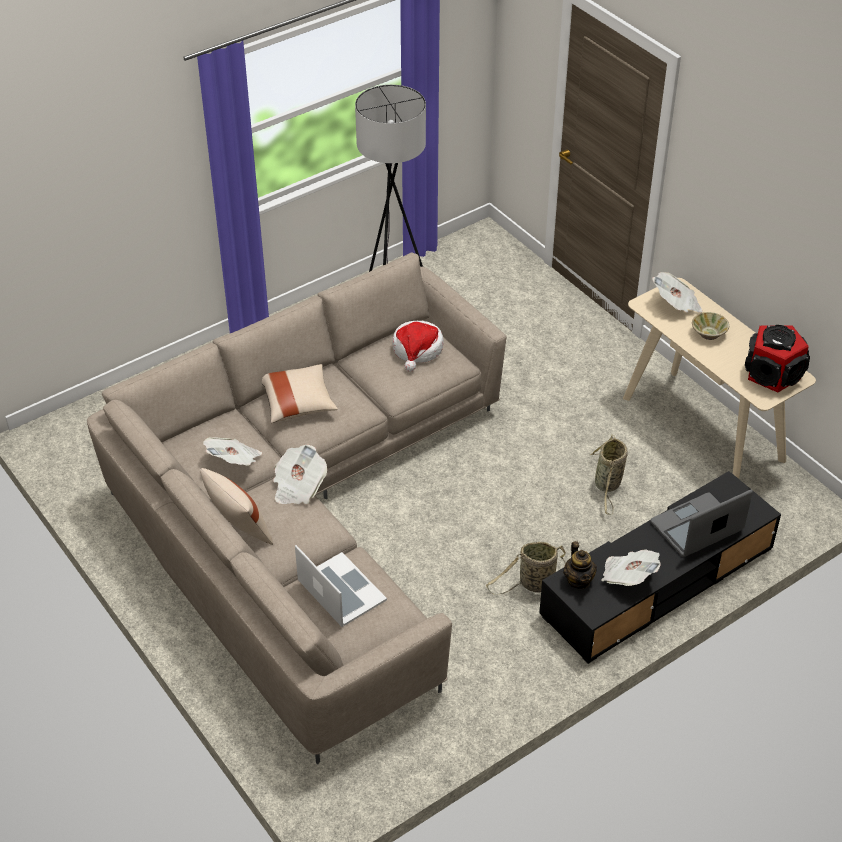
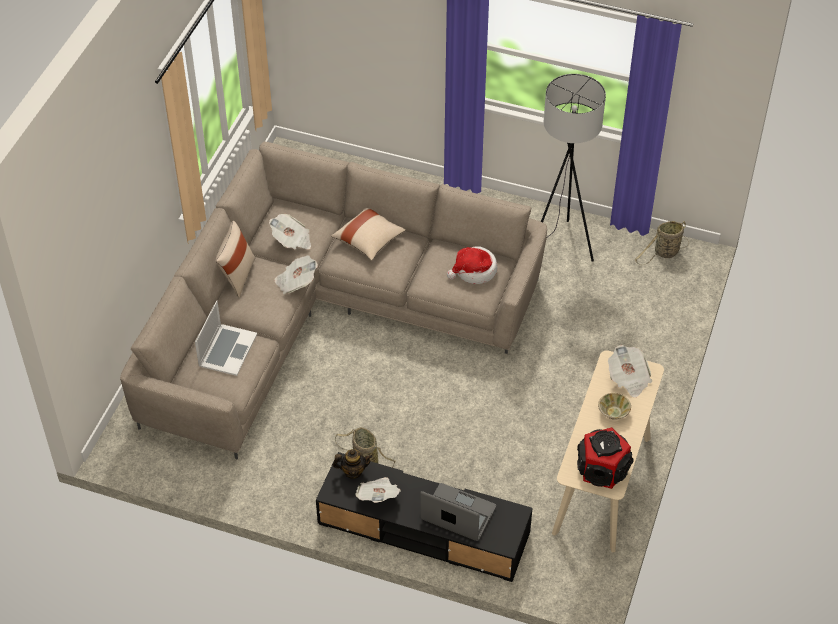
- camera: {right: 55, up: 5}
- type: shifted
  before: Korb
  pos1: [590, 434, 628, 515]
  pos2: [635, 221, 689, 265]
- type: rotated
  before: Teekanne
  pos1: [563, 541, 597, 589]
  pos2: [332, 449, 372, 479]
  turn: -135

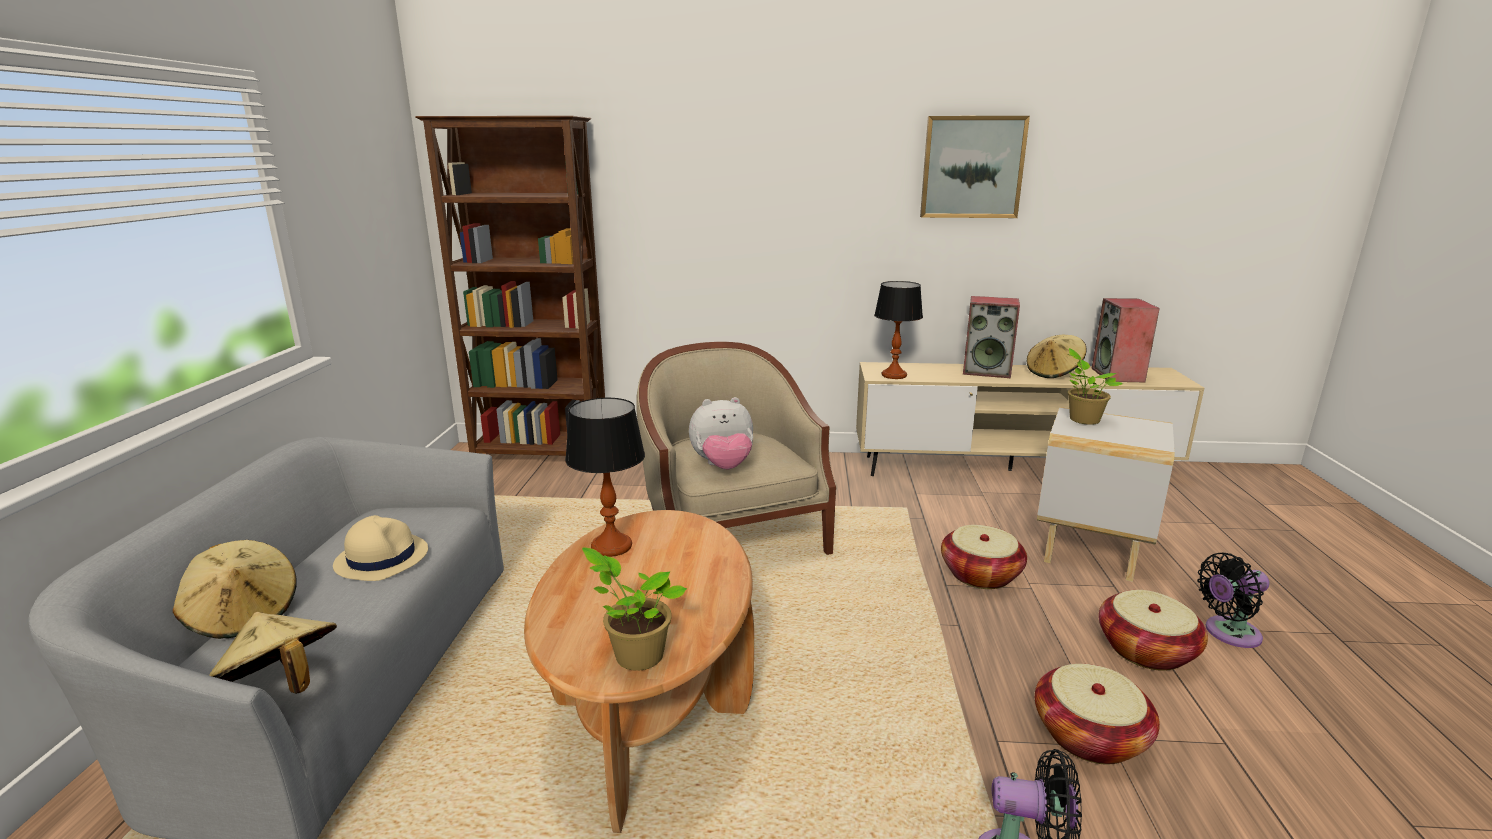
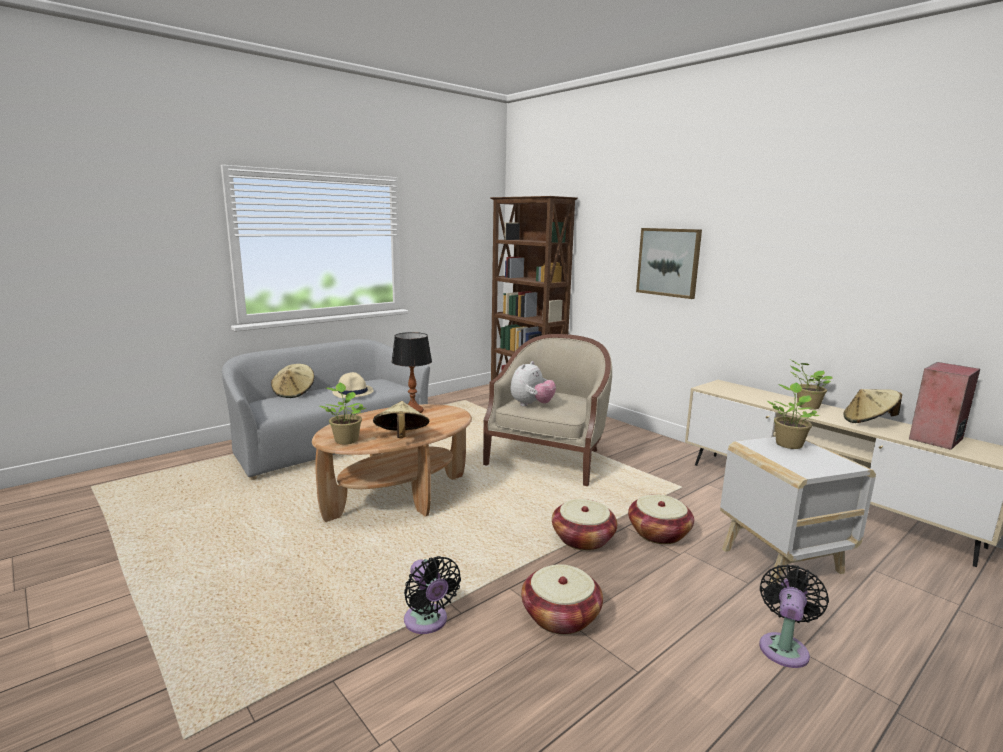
- camera: {right: 45, up: -5}
- type: gone
  before: Tischlampe
  pos1: [874, 281, 923, 379]
- type: shifted
  before: Hut (beige)
  pos1: [209, 612, 337, 694]
  pos2: [373, 401, 430, 439]
- type: shifted
  before: Bild
  pos1: [920, 116, 1030, 218]
  pos2: [636, 228, 702, 299]
- type: shifted
  before: Korb
  pos1: [1098, 590, 1208, 671]
  pos2: [552, 499, 617, 551]
- type: swapped
  before: Lautsprecher
  after: Topfpflanze
  pos1: [963, 296, 1020, 378]
  pos2: [789, 359, 832, 410]
- type: rotated
  before: Plüschtier
  pos1: [689, 397, 753, 469]
  pos2: [510, 361, 556, 406]
  turn: -90
- type: rotated
  before: Ventilator (schwarz)
  pos1: [1197, 553, 1269, 648]
  pos2: [759, 564, 829, 668]
  turn: 90

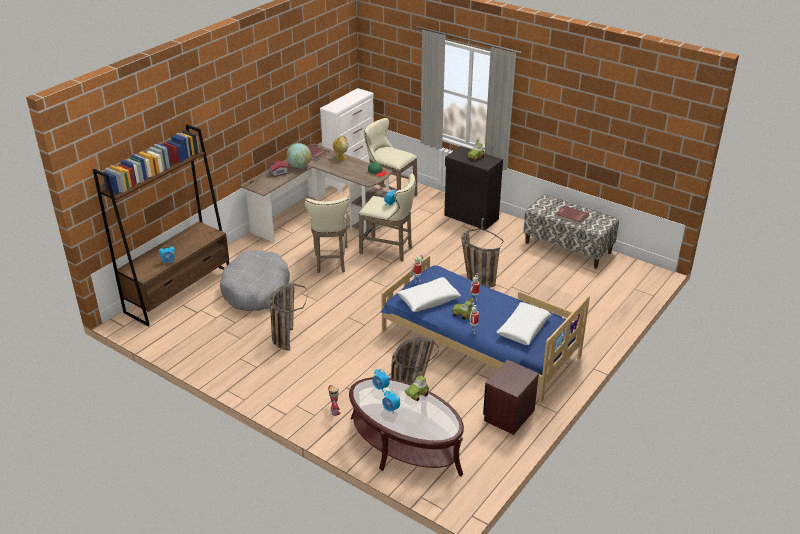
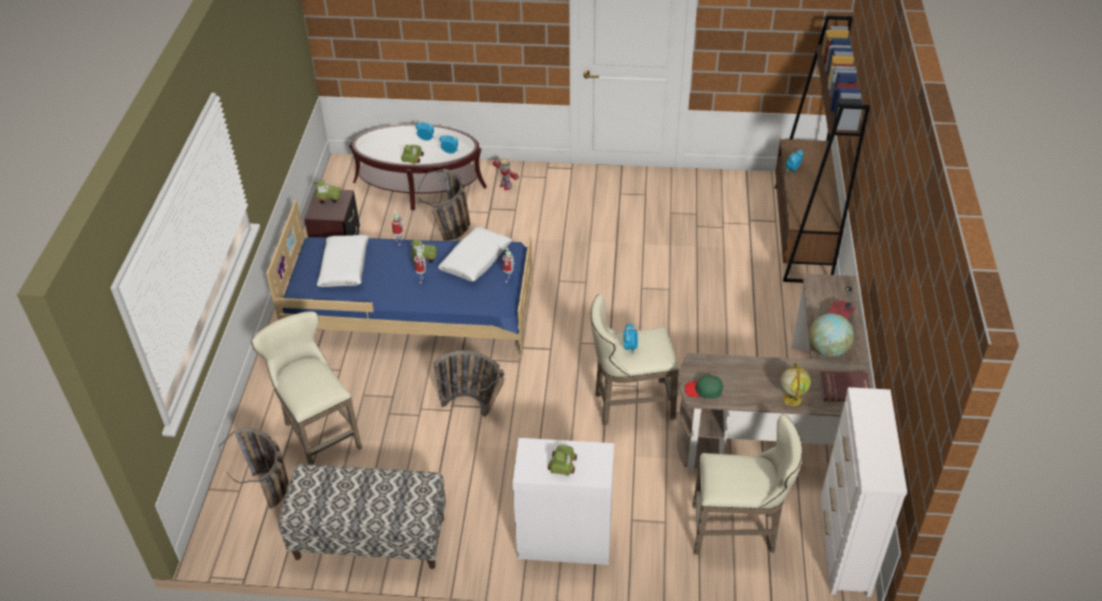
- camera: {right: 150, up: 10}
- type: gone
  before: Hundebett (grau)
  pos1: [220, 250, 290, 311]
- type: gone
  before: Buch (rot)
  pos1: [555, 206, 589, 225]
- type: new
  after: Spielzeugauto
  pos2: [314, 180, 341, 204]
- type: shifted
  before: Korb
  pos1: [270, 283, 308, 351]
  pos2: [219, 428, 289, 509]
- type: shifted
  before: Hocker (beige)
  pos1: [304, 197, 349, 273]
  pos2: [251, 311, 362, 465]
- type: repainted
  before: Schrank (schwarz)
  after: Schrank (weiß)
  pos1: [444, 146, 503, 230]
  pos2: [513, 438, 614, 565]

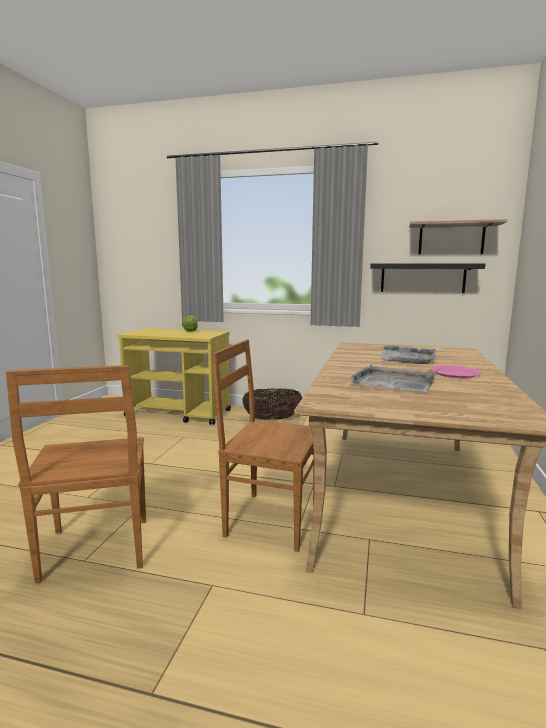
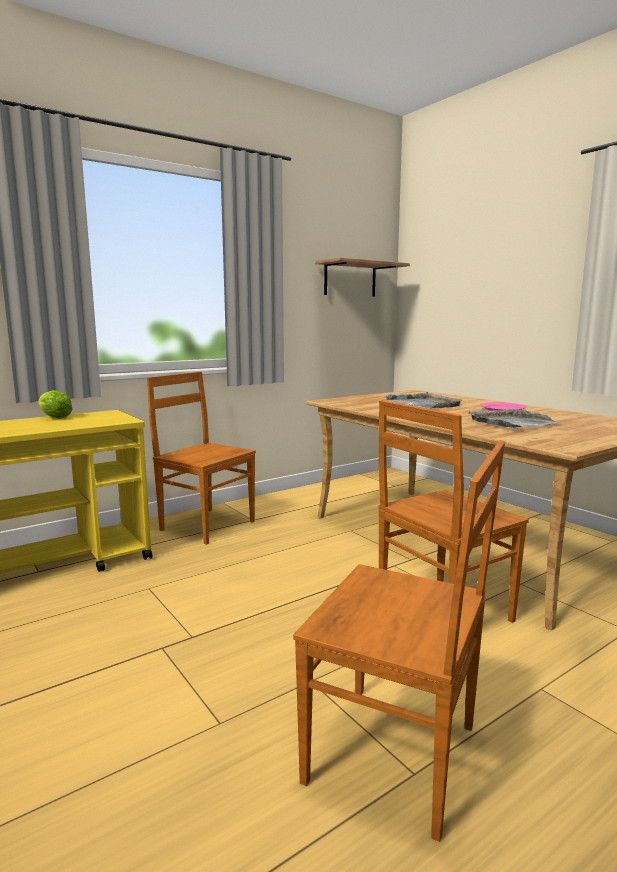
- camera: {right: -50, up: 0}
- type: gone
  before: Wandregal (schwarz)
  pos1: [370, 263, 485, 293]
- type: swapped
  before: Korb
  after: Stuhl (braun)
  pos1: [242, 389, 302, 420]
  pos2: [147, 372, 256, 545]

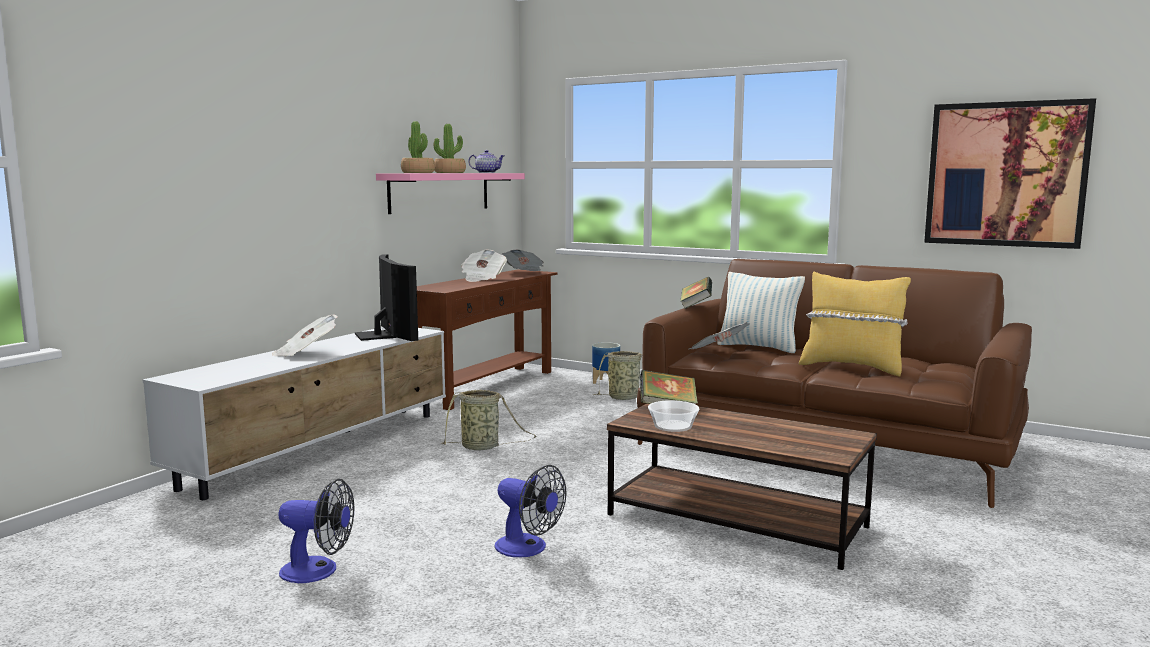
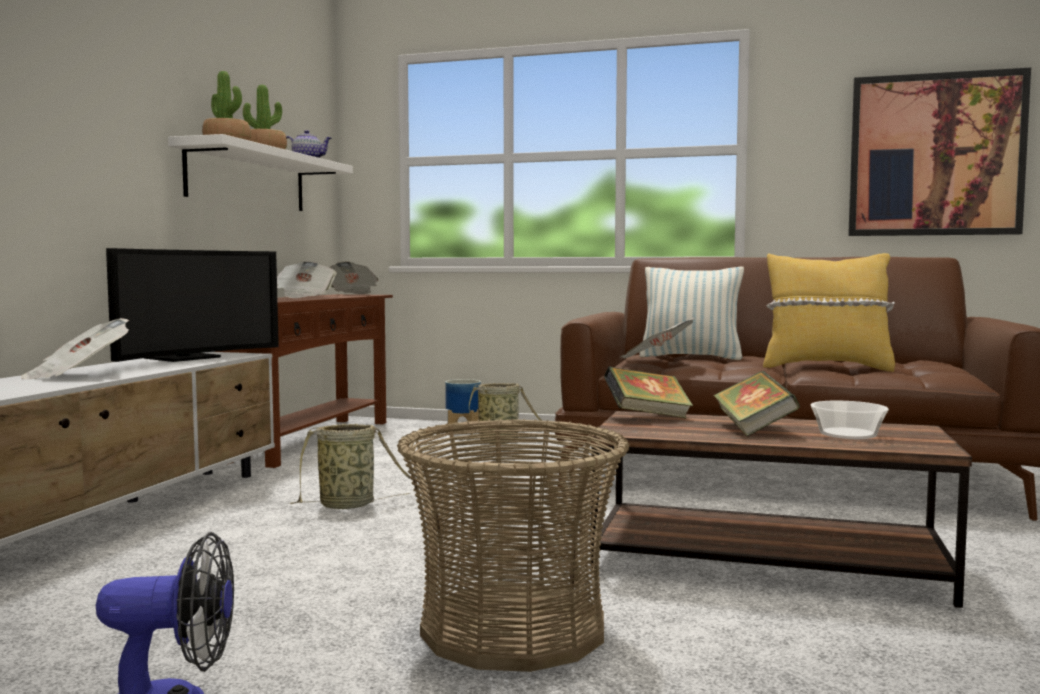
- camera: {right: -15, up: -5}
- type: shifted
  before: Schüssel
  pos1: [648, 400, 699, 432]
  pos2: [811, 401, 889, 439]
- type: shifted
  before: Buch
  pos1: [680, 277, 712, 309]
  pos2: [714, 371, 800, 436]
- type: swapped
  before: Ventilator
  after: Korb
  pos1: [494, 465, 566, 557]
  pos2: [397, 419, 630, 672]
- type: repainted
  before: Wandregal (rosa)
  after: Wandregal (weiß)
  pos1: [376, 173, 525, 214]
  pos2: [168, 134, 353, 211]
- type: rotated
  before: Fernseher
  pos1: [355, 254, 418, 341]
  pos2: [106, 248, 279, 362]
  turn: 75

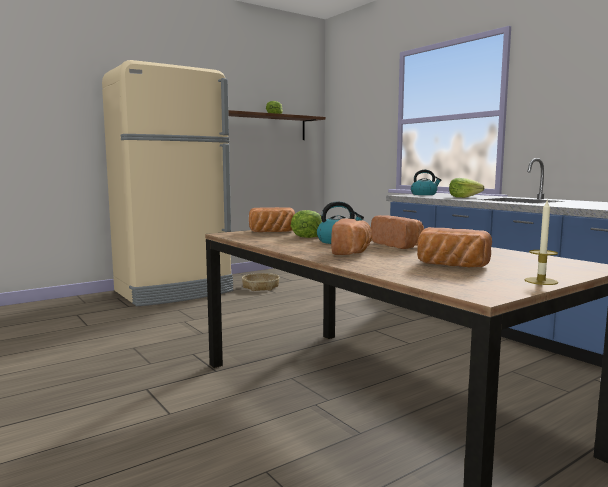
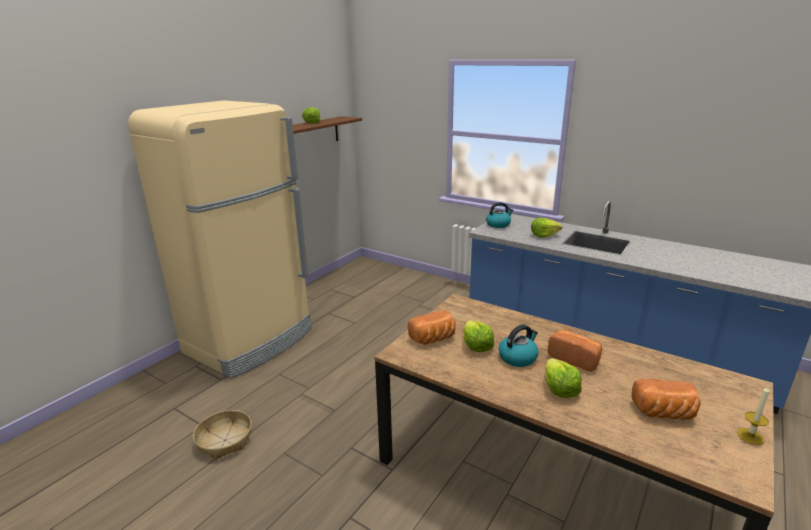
- camera: {right: -20, up: 15}
- type: shifted
  before: Korb
  pos1: [242, 273, 280, 291]
  pos2: [193, 410, 252, 460]
- type: swapped
  before: Brot
  after: Salatkopf
  pos1: [331, 219, 372, 255]
  pos2: [545, 358, 582, 398]

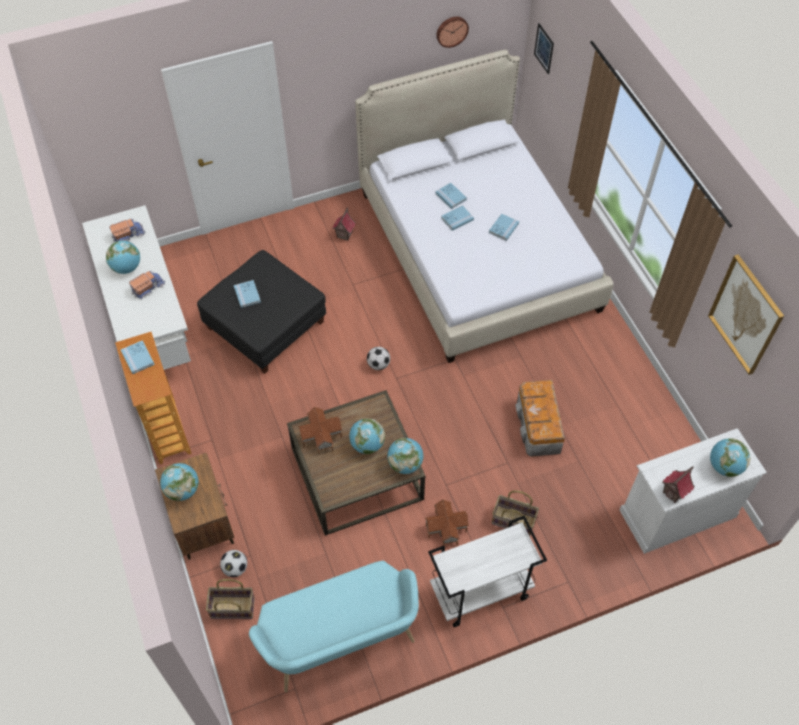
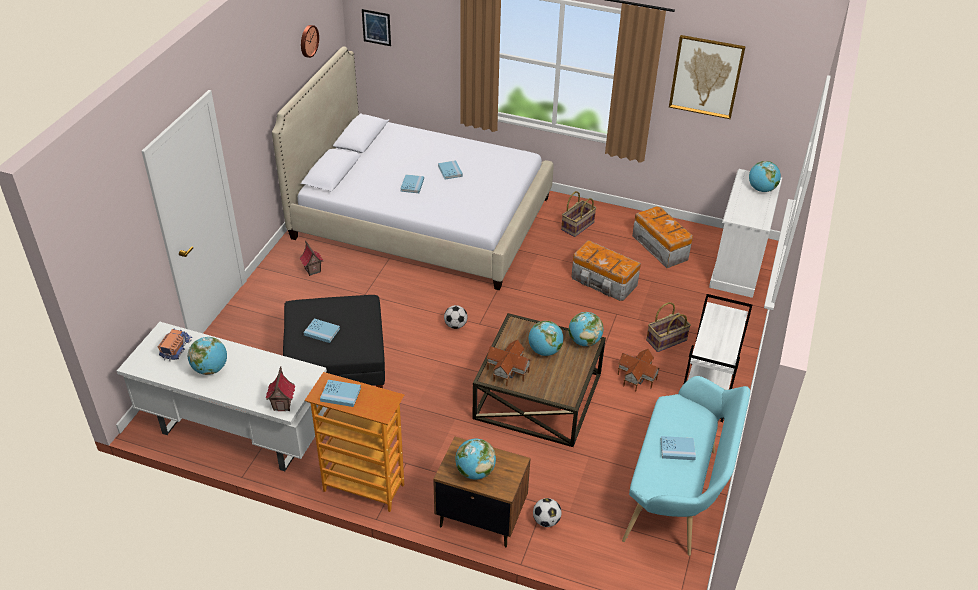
- camera: {right: -50, up: -15}
- type: gone
  before: Spielzeuglaster
  pos1: [129, 271, 165, 299]
- type: new
  after: Aufbewahrungsbox
  pos2: [632, 206, 693, 268]
- type: shifted
  before: Korb
  pos1: [206, 579, 255, 619]
  pos2: [561, 191, 596, 237]
- type: shifted
  before: Buch (blau)
  pos1: [435, 183, 467, 209]
  pos2: [660, 436, 696, 460]
- type: shifted
  before: Spielzeughaus
  pos1: [662, 466, 695, 503]
  pos2: [266, 366, 295, 411]

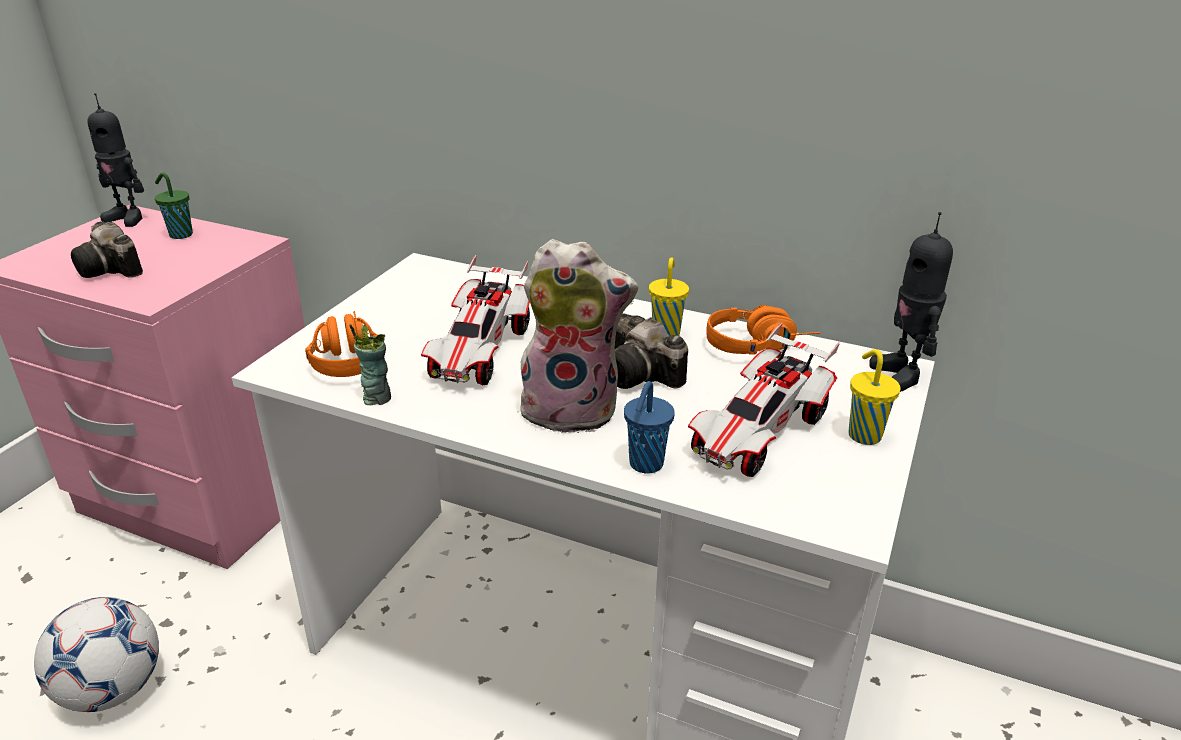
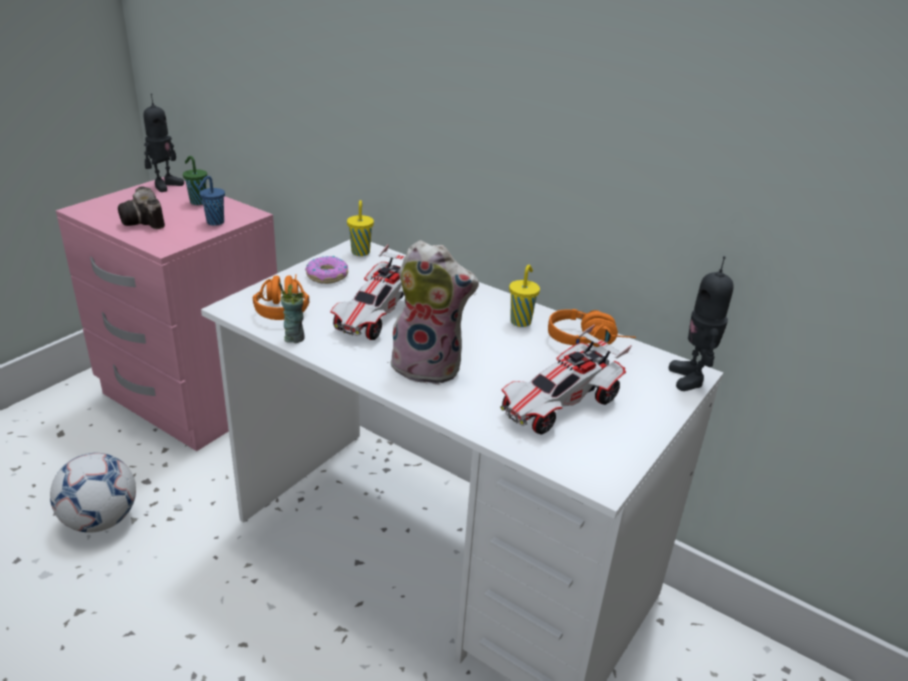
- camera: {right: 10, up: 0}
- type: gone
  before: Kamera
  pos1: [615, 314, 688, 389]
- type: new
  after: Donut
  pos2: [305, 256, 348, 284]
- type: shifted
  before: Tasse (blau)
  pos1: [624, 381, 675, 473]
  pos2: [198, 176, 225, 226]
- type: shifted
  before: Tasse (gelb)
  pos1: [849, 349, 901, 445]
  pos2: [347, 200, 374, 256]
- type: rotated
  before: Spielzeugroboter
  pos1: [87, 93, 144, 227]
  pos2: [143, 94, 184, 192]
  turn: -90

